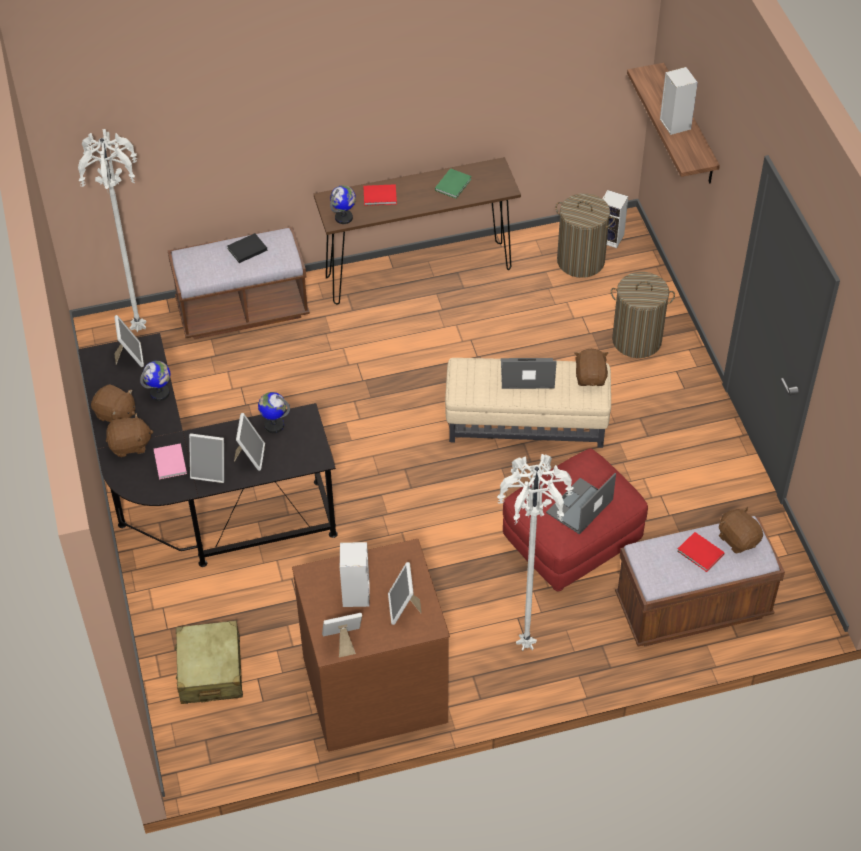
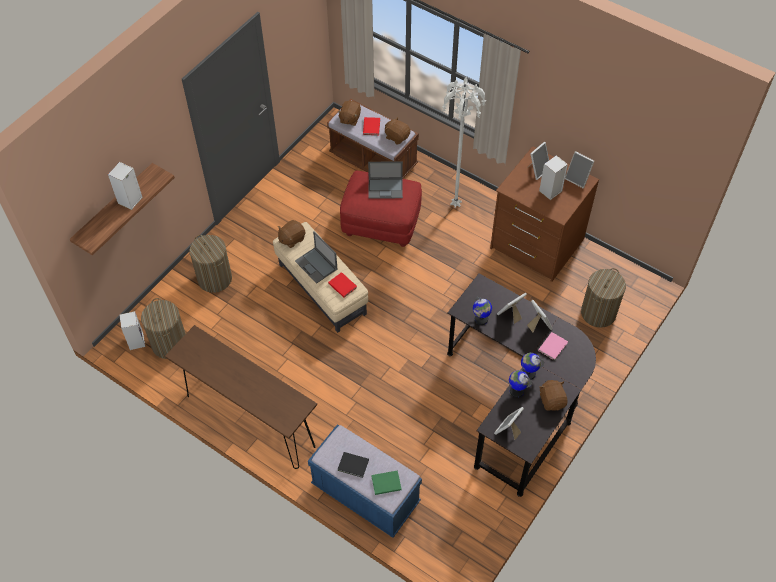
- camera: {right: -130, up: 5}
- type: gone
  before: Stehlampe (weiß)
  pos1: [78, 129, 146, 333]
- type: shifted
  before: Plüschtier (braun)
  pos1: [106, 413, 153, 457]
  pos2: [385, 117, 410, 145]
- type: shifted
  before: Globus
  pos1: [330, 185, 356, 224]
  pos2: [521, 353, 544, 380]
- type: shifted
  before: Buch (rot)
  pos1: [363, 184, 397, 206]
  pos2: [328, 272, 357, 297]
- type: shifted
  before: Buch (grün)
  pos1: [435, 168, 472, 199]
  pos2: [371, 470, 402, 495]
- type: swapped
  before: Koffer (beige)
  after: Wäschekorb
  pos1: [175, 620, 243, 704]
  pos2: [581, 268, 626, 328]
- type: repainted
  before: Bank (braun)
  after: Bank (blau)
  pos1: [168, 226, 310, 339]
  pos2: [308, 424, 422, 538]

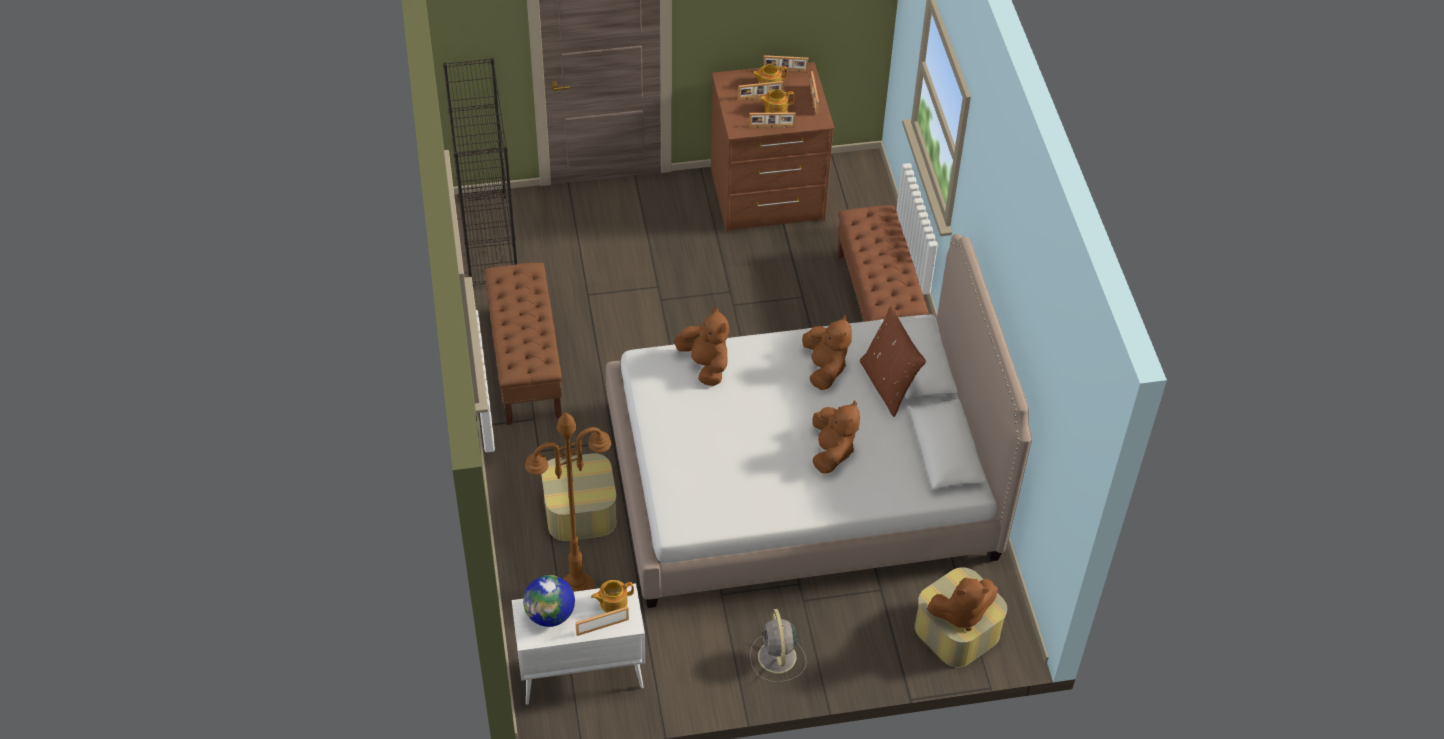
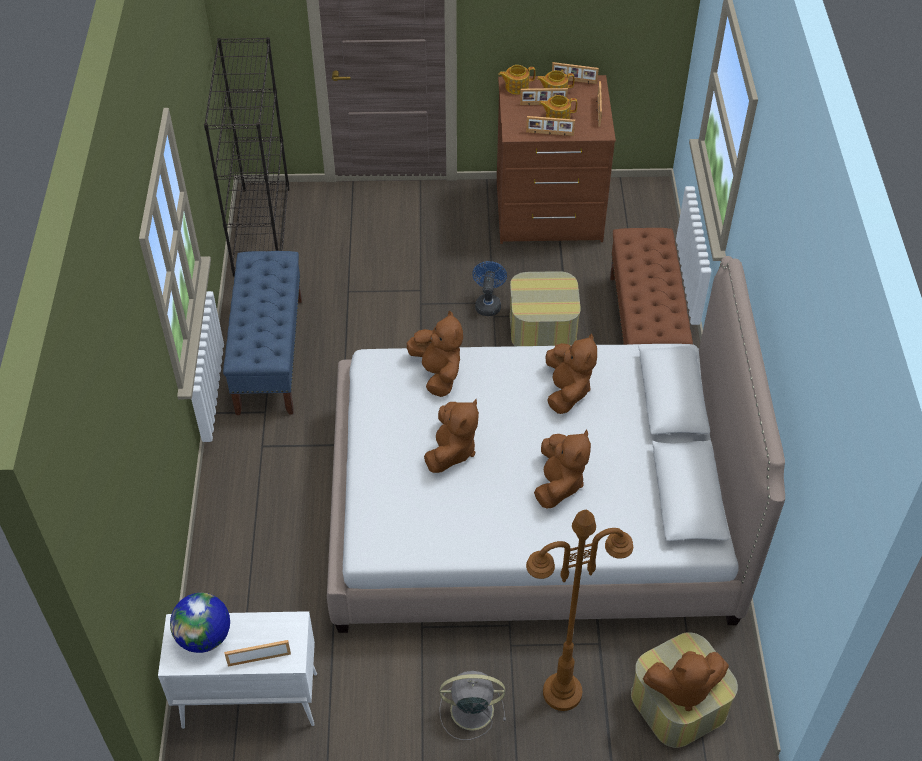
- camera: {right: 10, up: 0}
- type: gone
  before: Kissen (braun)
  pos1: [860, 306, 926, 417]
- type: new
  after: Plüschtier (braun)
  pos2: [424, 399, 479, 473]
- type: new
  after: Ventilator (blau)
  pos2: [473, 261, 507, 316]
- type: shifted
  before: Stehlampe (braun)
  pos1: [525, 413, 611, 592]
  pos2: [526, 510, 633, 711]
- type: shifted
  before: Polsterhocker
  pos1: [541, 453, 617, 541]
  pos2: [510, 271, 581, 346]
- type: shifted
  before: Teekanne
  pos1: [591, 580, 634, 613]
  pos2: [498, 65, 536, 95]
- type: repainted
  before: Bank (braun)
  after: Bank (blau)
  pos1: [485, 262, 562, 425]
  pos2: [223, 251, 302, 415]
- type: rotated
  before: Ventilator (grau)
  pos1: [750, 609, 806, 682]
  pos2: [439, 671, 506, 740]
  turn: 90

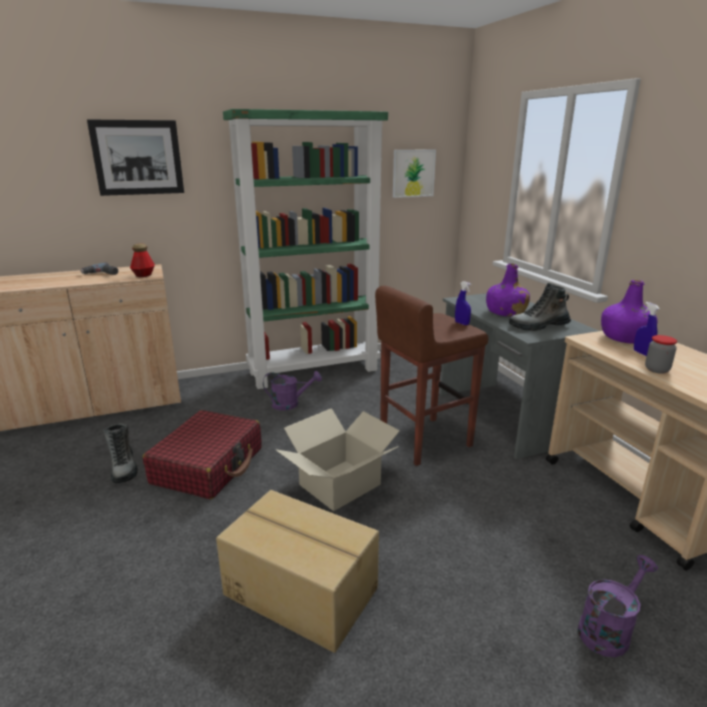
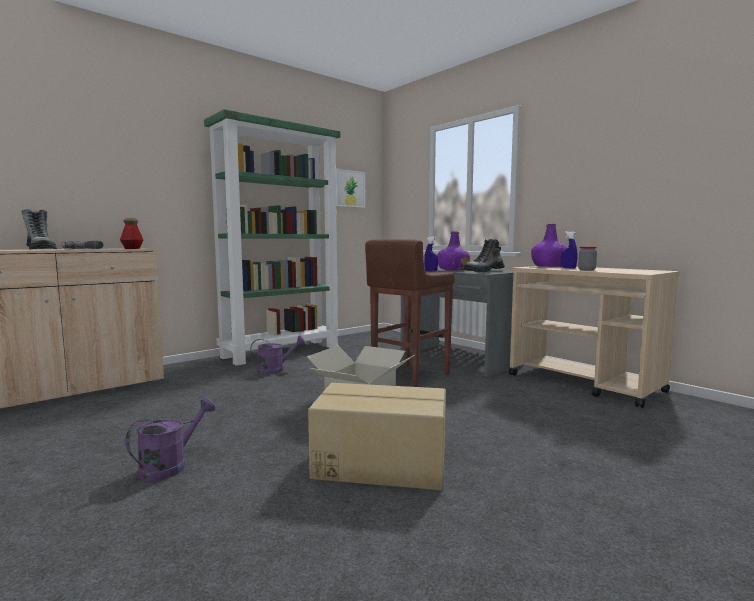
- camera: {right: -20, up: -15}
- type: gone
  before: Bild
  pos1: [87, 119, 184, 196]
- type: gone
  before: Koffer (rot)
  pos1: [143, 410, 262, 499]
- type: shifted
  before: Stiefel
  pos1: [103, 423, 138, 483]
  pos2: [21, 209, 57, 249]
- type: shifted
  before: Gießkanne (lila)
  pos1: [578, 555, 658, 657]
  pos2: [126, 398, 215, 481]

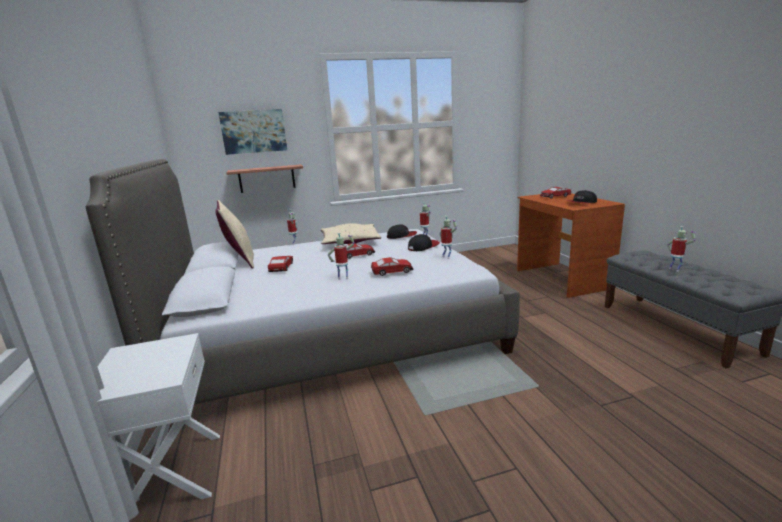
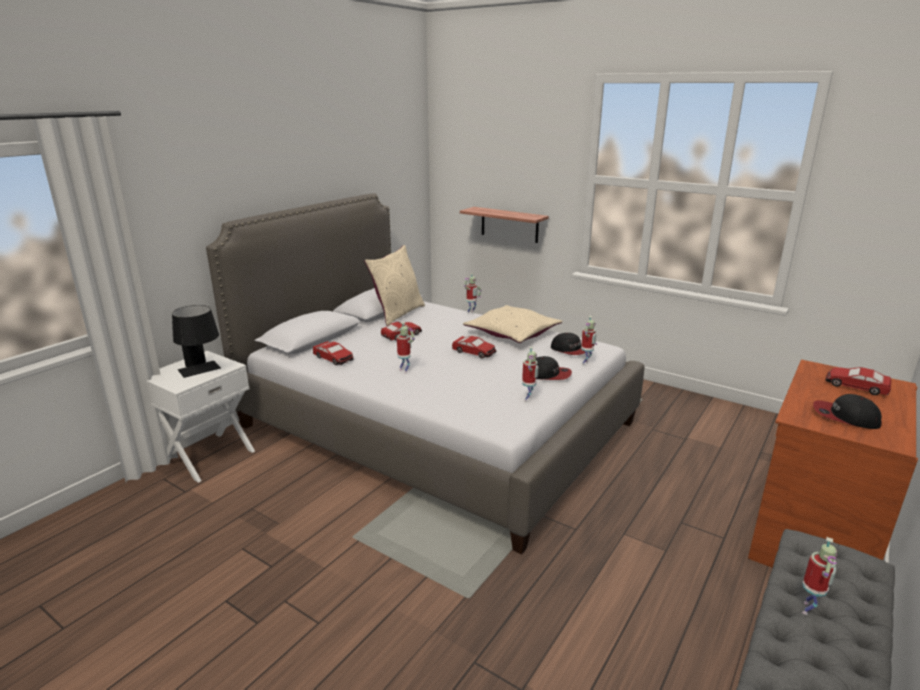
- camera: {right: 50, up: 5}
- type: gone
  before: Bild
  pos1: [218, 109, 287, 155]
- type: new
  after: Tischlampe (schwarz)
  pos2: [172, 305, 221, 378]
- type: shifted
  before: Spielzeugauto
  pos1: [371, 257, 413, 276]
  pos2: [313, 341, 354, 365]

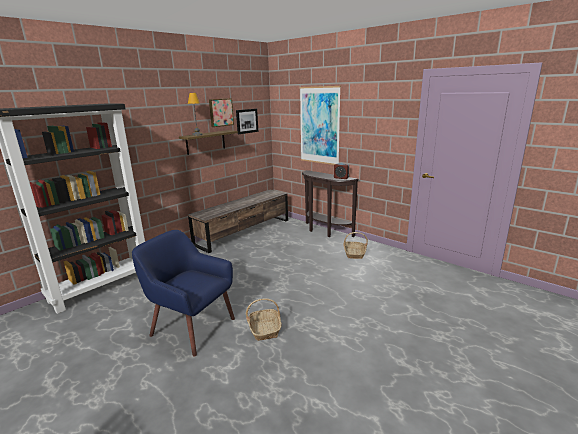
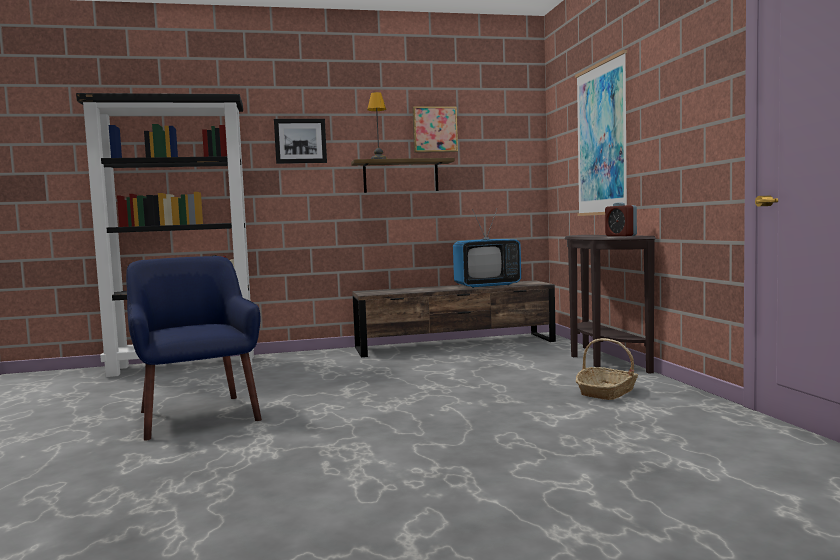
- camera: {right: 35, up: -15}
- type: gone
  before: Korb
  pos1: [246, 298, 282, 341]
- type: new
  after: Fernseher
  pos2: [453, 208, 521, 288]
- type: shifted
  before: Bild
  pos1: [236, 109, 258, 134]
  pos2: [274, 119, 327, 164]

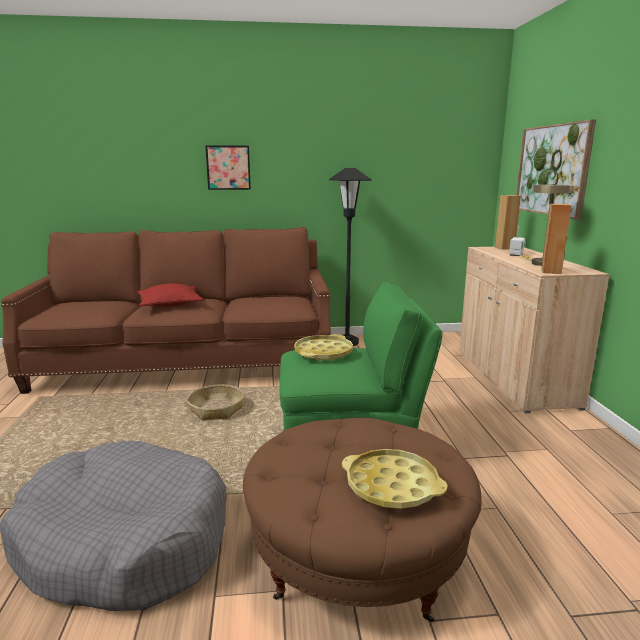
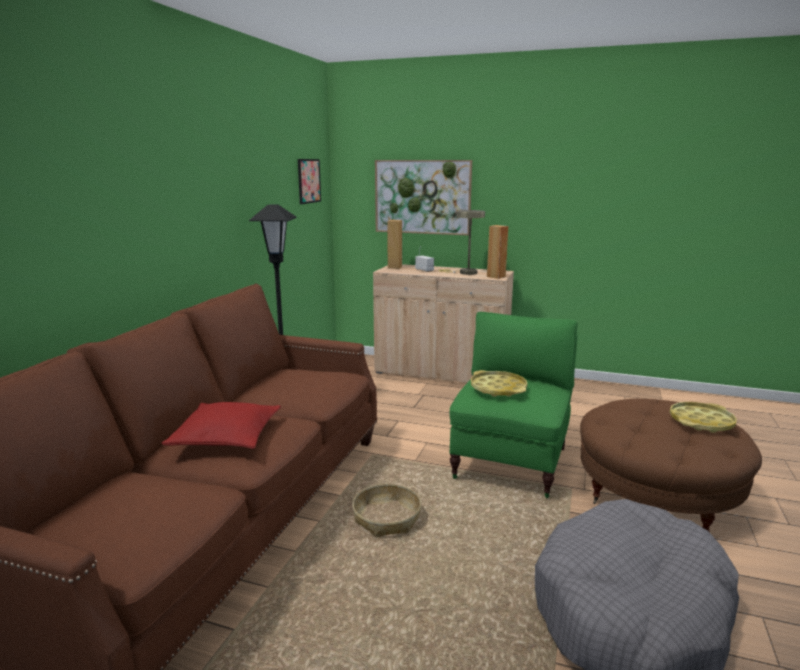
- camera: {right: -65, up: 0}
- type: shifted
  before: Bild
  pos1: [205, 145, 251, 190]
  pos2: [298, 159, 321, 204]

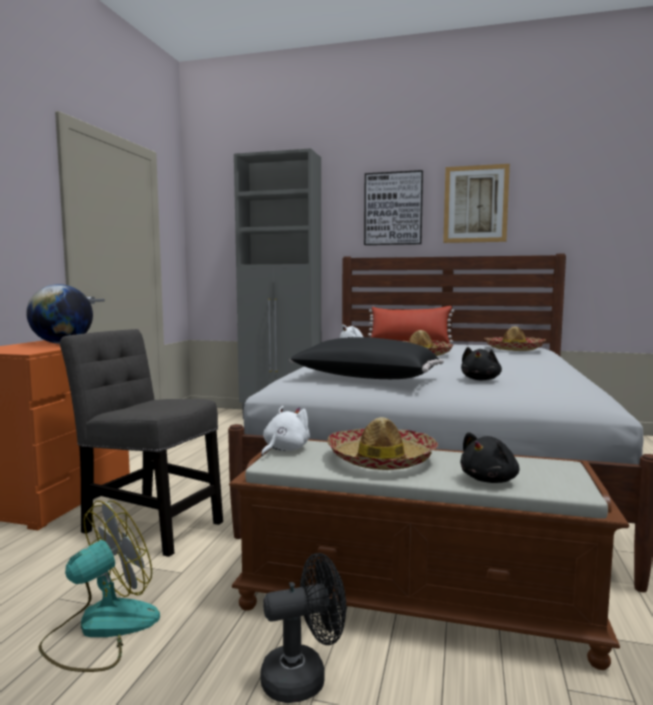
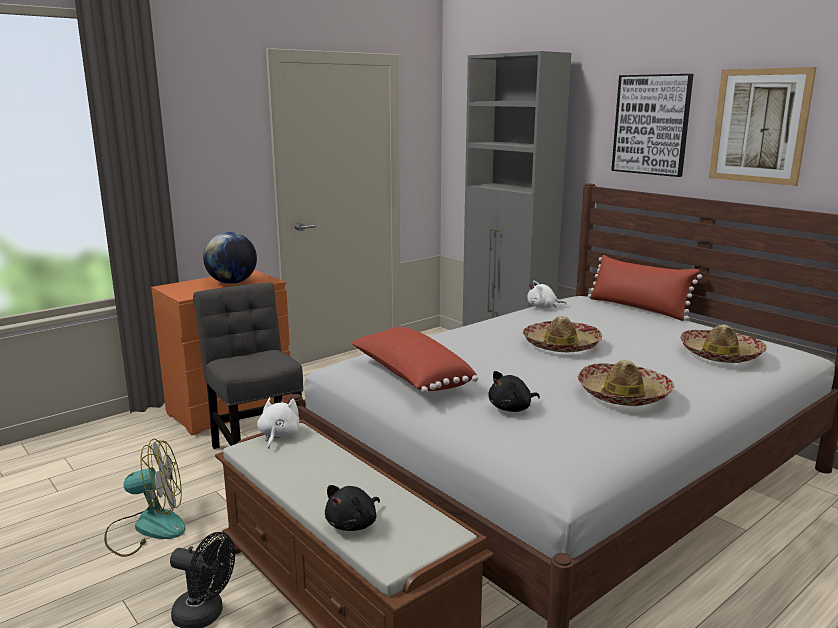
- camera: {right: 35, up: 10}
- type: shifted
  before: Hut
  pos1: [327, 417, 439, 470]
  pos2: [578, 360, 675, 406]
- type: repainted
  before: Kissen (schwarz)
  after: Kissen (rot)
  pos1: [289, 337, 444, 379]
  pos2: [351, 327, 478, 393]
- type: rotated
  before: Plüschtier (weiß)
  pos1: [261, 406, 310, 457]
  pos2: [257, 396, 299, 449]
  turn: -60
- type: rotated
  before: Plüschtier (schwarz)
  pos1: [460, 432, 519, 483]
  pos2: [325, 485, 380, 531]
  turn: -45

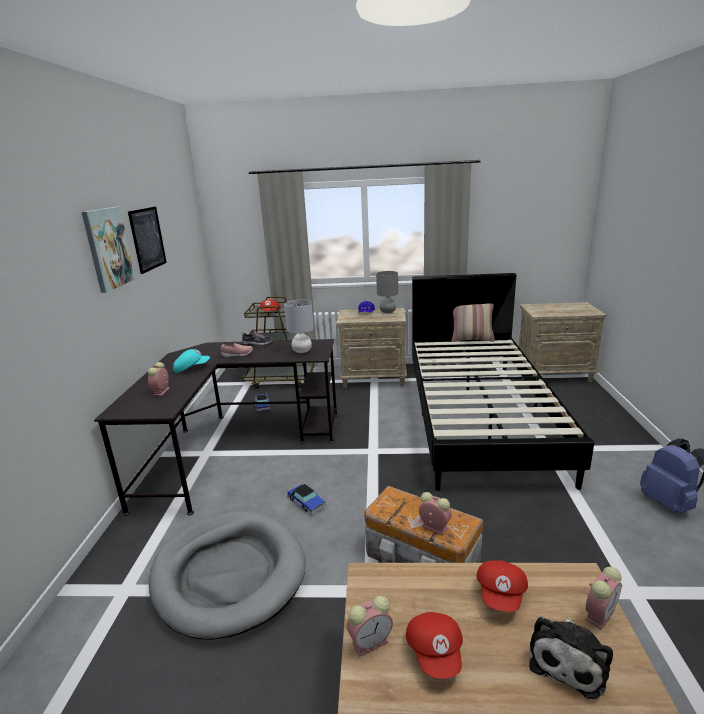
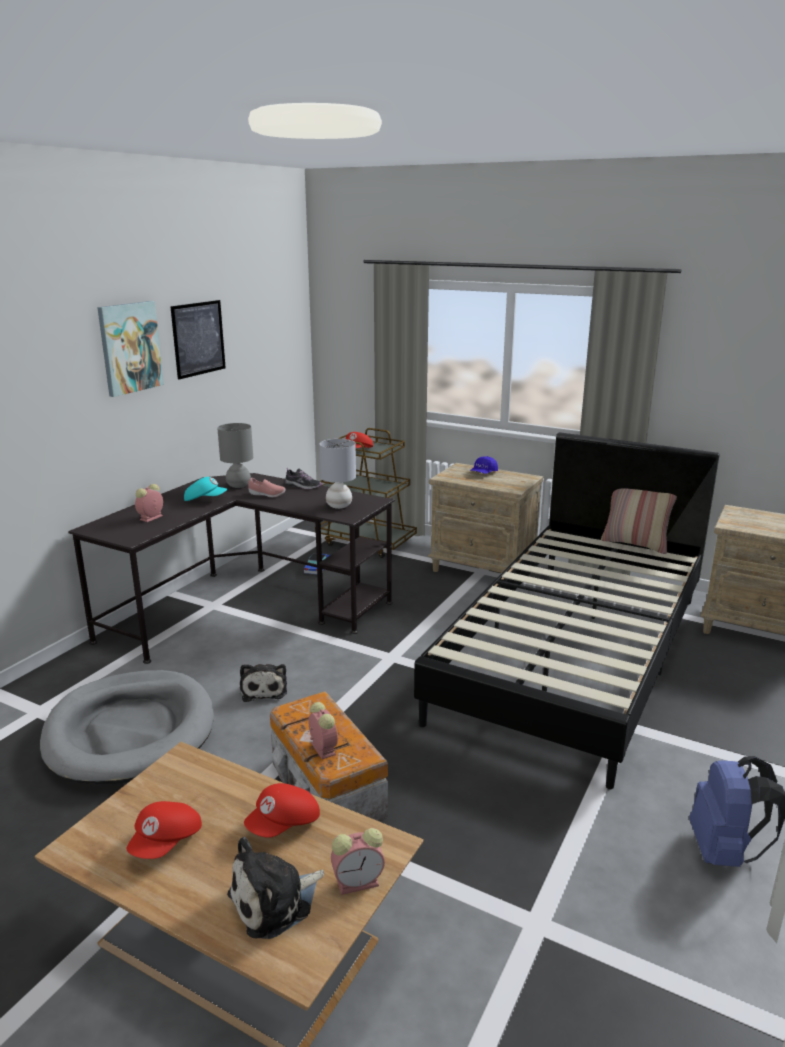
- camera: {right: 25, up: 0}
- type: gone
  before: Wecker
  pos1: [347, 596, 393, 657]
- type: shifted
  before: Tischlampe (grau)
  pos1: [376, 271, 398, 313]
  pos2: [217, 423, 253, 488]
- type: swapped
  before: Spielzeugauto
  after: Plüschtier
  pos1: [287, 484, 327, 515]
  pos2: [240, 664, 287, 702]

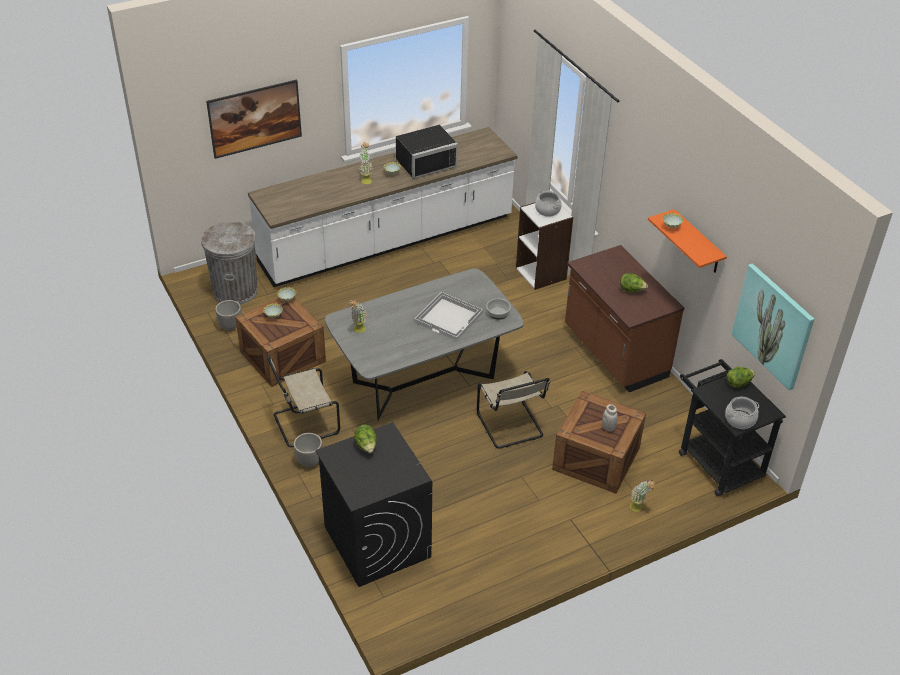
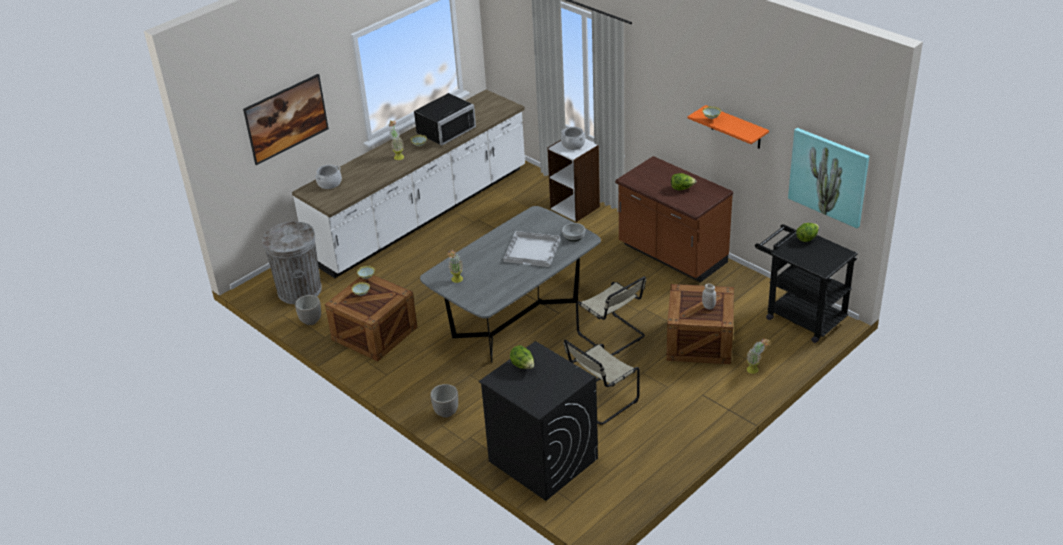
- camera: {right: -15, up: -5}
- type: shifted
  before: Stuhl (beige)
  pos1: [267, 356, 340, 447]
  pos2: [563, 339, 640, 425]
- type: shifted
  before: Kochtopf
  pos1: [725, 397, 759, 429]
  pos2: [315, 165, 342, 189]

